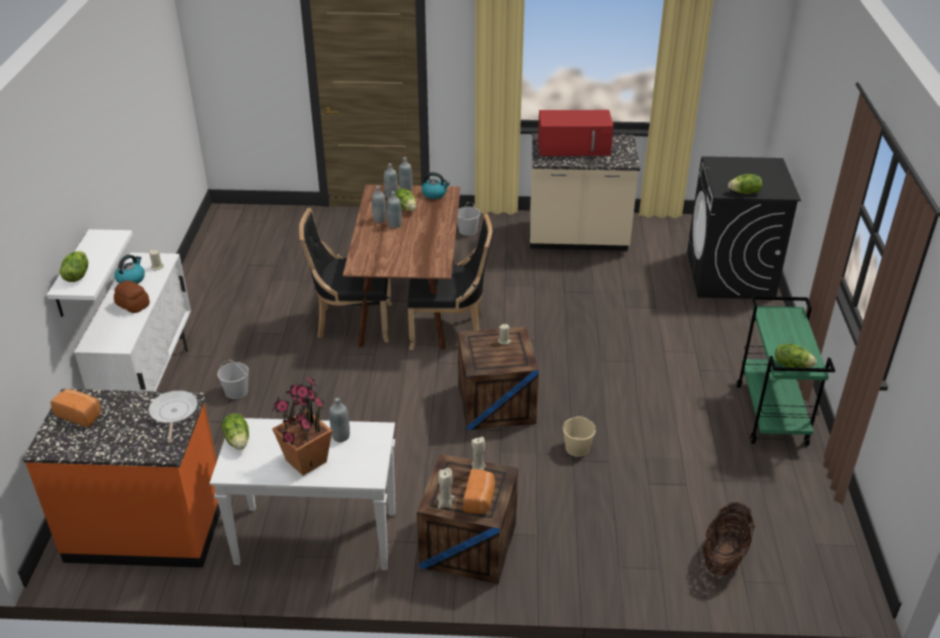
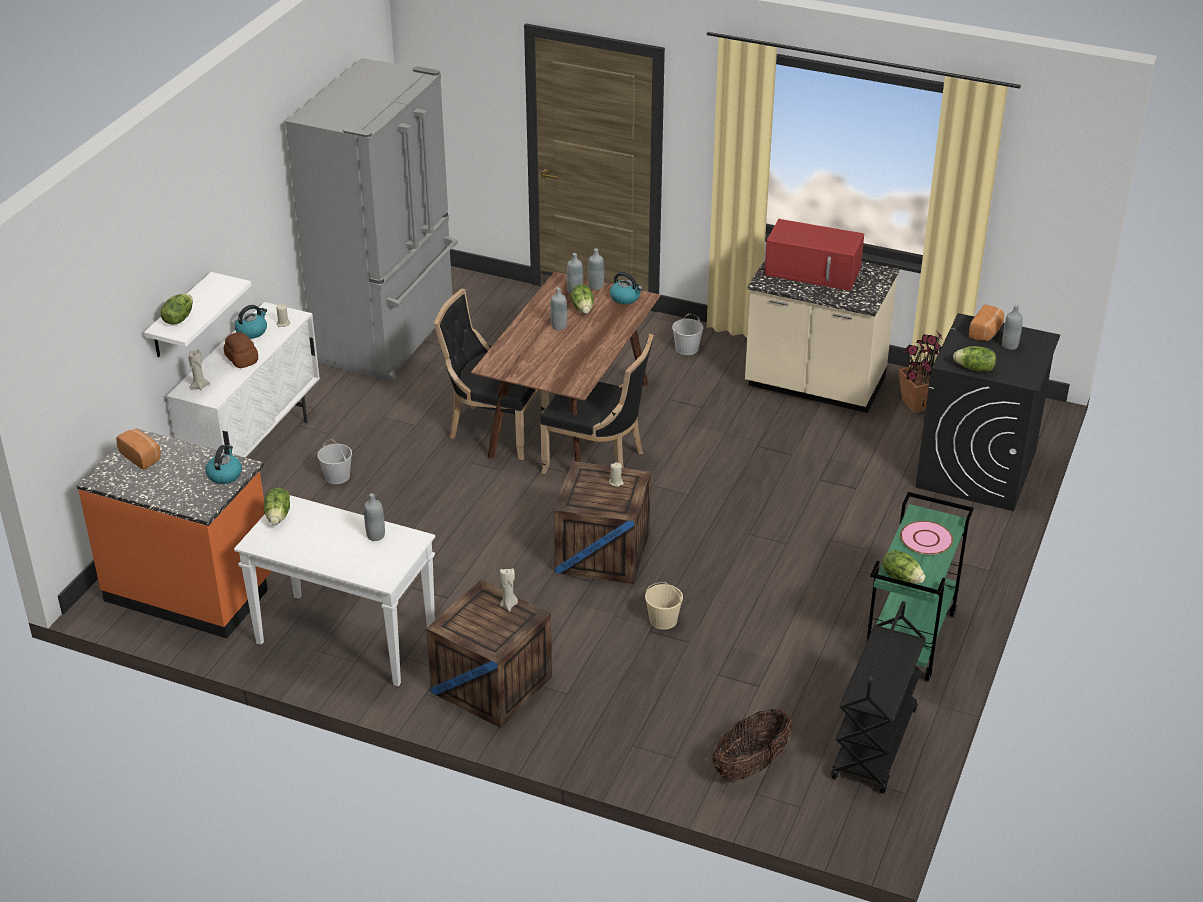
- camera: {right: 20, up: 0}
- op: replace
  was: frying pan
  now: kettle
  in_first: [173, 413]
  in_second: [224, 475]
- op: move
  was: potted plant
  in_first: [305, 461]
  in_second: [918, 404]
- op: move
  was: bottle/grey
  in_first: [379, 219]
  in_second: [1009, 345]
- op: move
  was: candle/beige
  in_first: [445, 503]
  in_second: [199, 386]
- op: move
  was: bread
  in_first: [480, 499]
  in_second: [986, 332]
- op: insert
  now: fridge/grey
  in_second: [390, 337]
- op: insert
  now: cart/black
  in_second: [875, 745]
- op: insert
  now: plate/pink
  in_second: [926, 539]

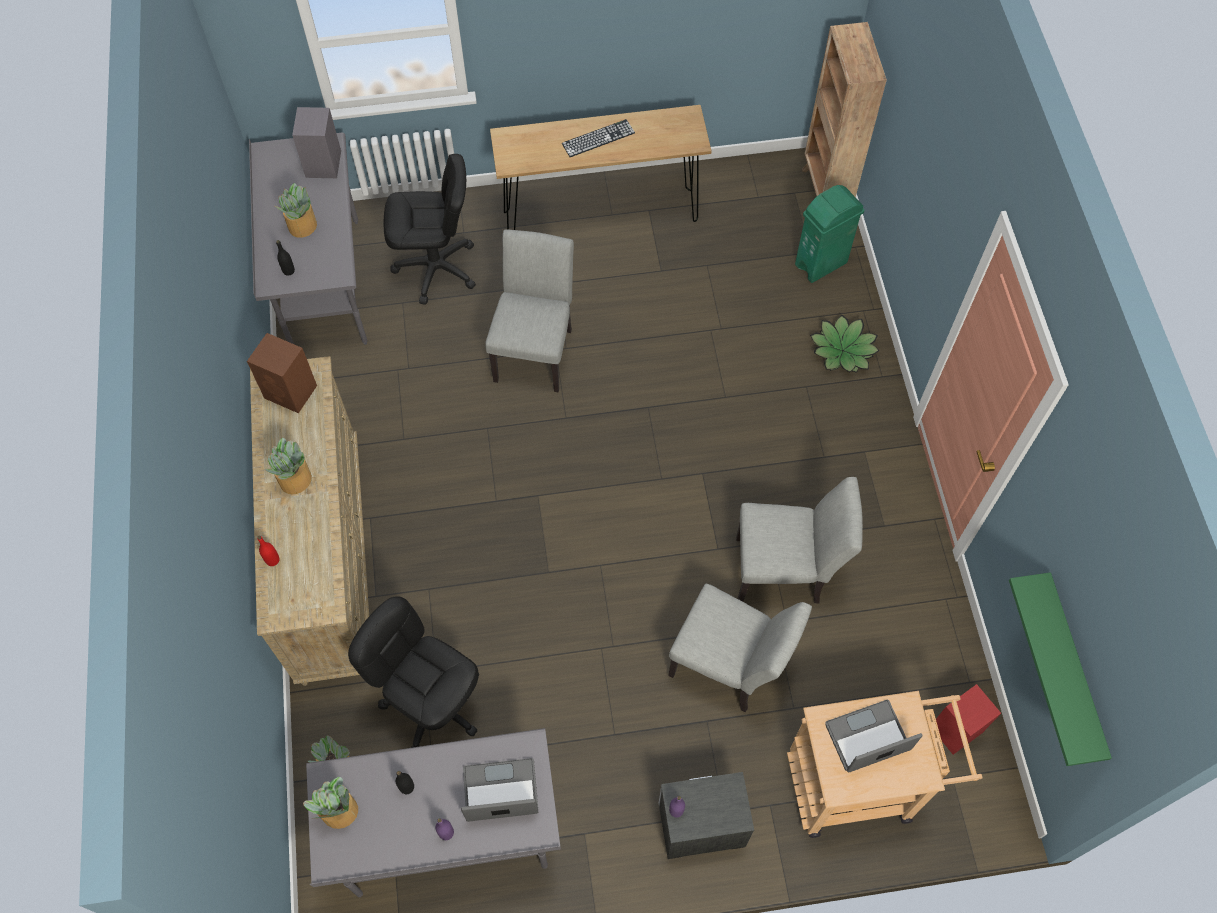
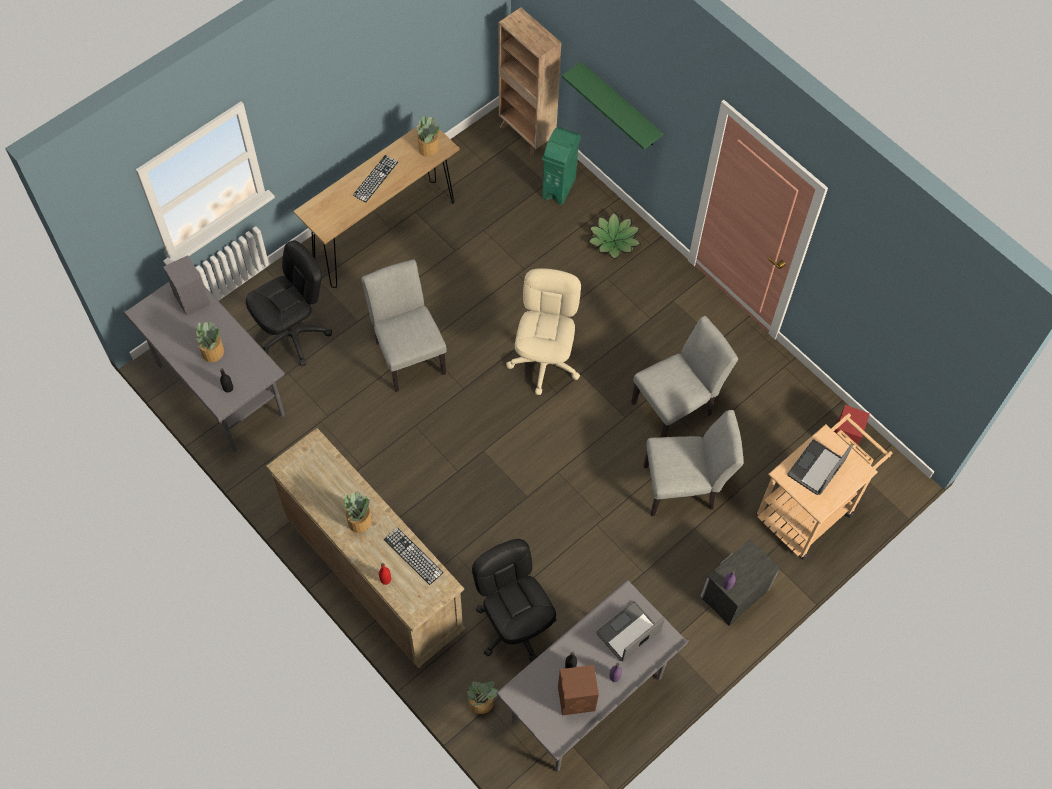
- camera: {right: -35, up: 0}
- op: move
  was: speaker/brown
  in_first: [291, 392]
  in_second: [577, 698]
- op: move
  was: potted plant
  in_first: [339, 811]
  in_second: [428, 148]
- op: rotate
  was: office chair/black
  in_first: [433, 703]
  in_second: [514, 625]
  clockwise: 60
- op: move
  was: shelf/green
  in_first: [1072, 669]
  in_second: [620, 106]
- op: insert
  now: keyboard
  in_second: [413, 556]
- op: insert
  now: office chair/beige
  in_second: [545, 362]

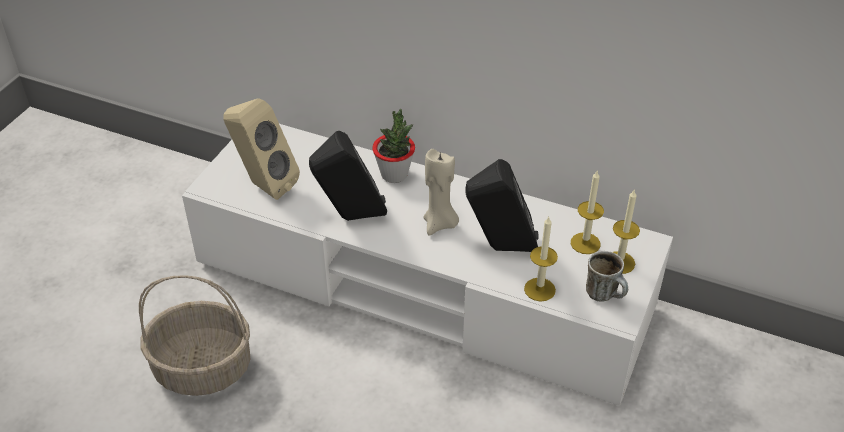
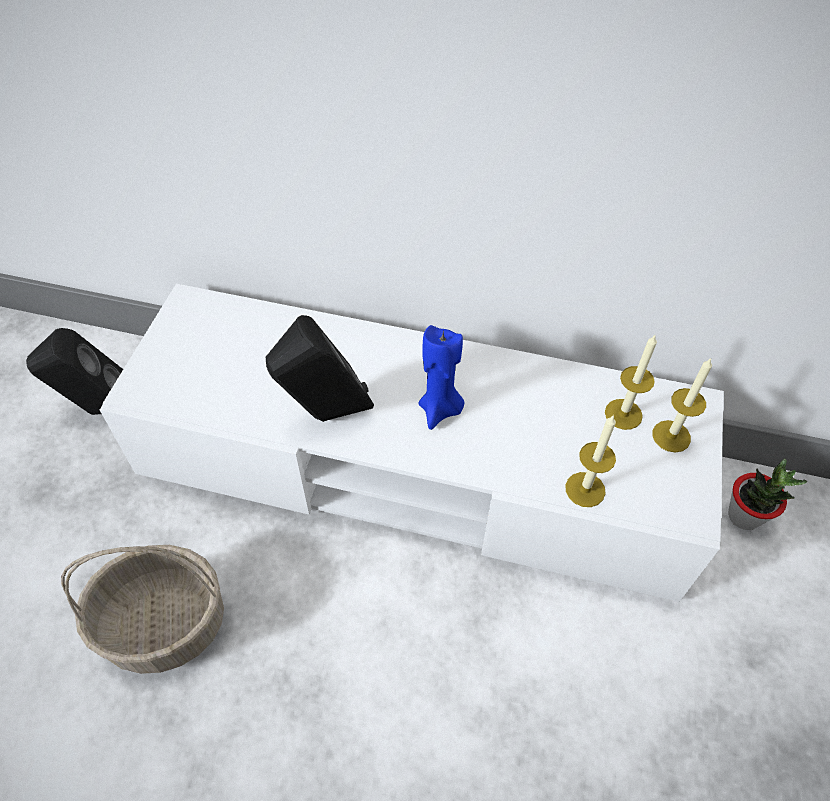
- camera: {right: -10, up: 10}
- op: delete
  was: speaker/beige
  in_first: [263, 185]
- op: move
  was: potted plant
  in_first: [394, 174]
  in_second: [744, 516]
- op: recolor
  was: candle/beige
  now: candle/blue
  in_first: [440, 224]
  in_second: [440, 410]
- op: move
  was: speaker/black
  in_first: [499, 248]
  in_second: [100, 410]
- op: delete
  was: mug
  in_first: [605, 295]

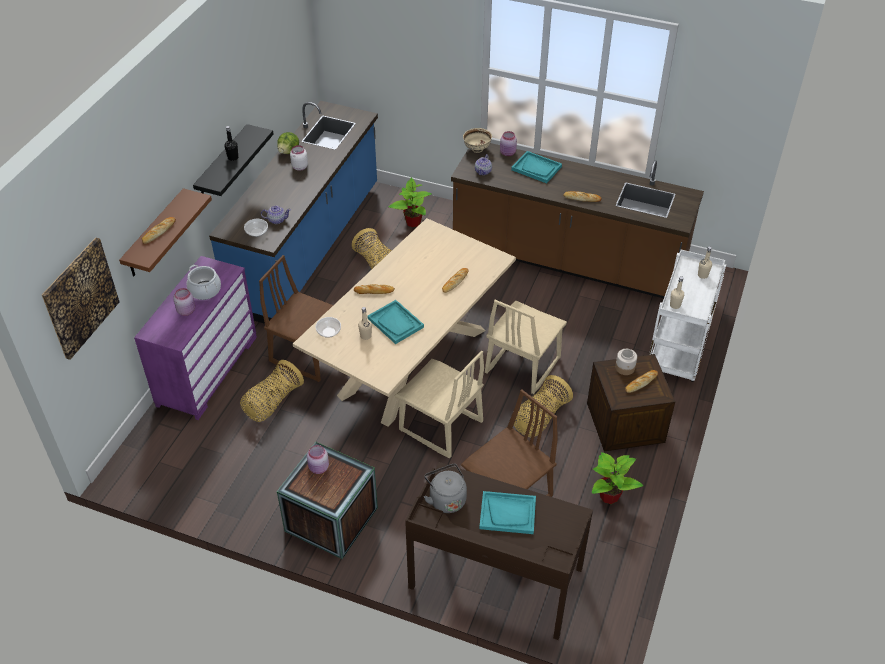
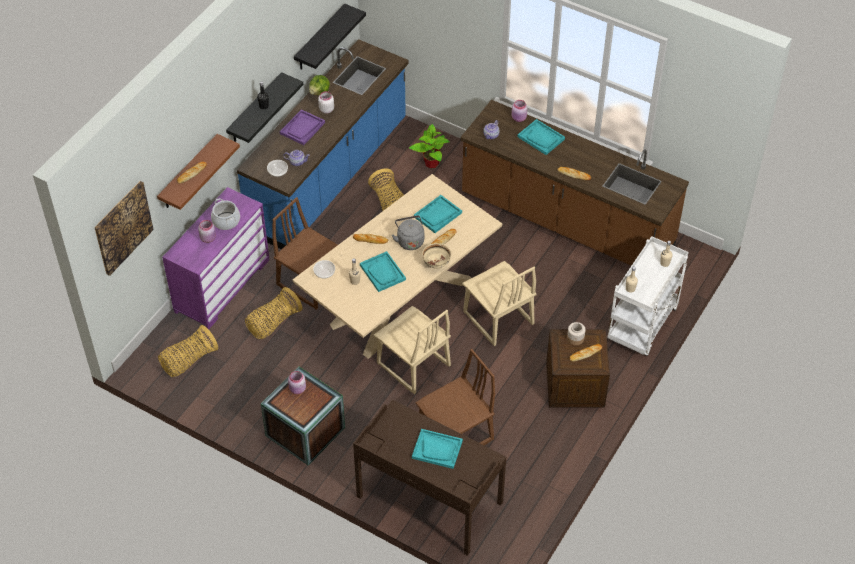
- camera: {right: 10, up: 5}
- op: move
  was: kettle/grey
  in_first: [446, 499]
  in_second: [409, 240]
- op: move
  was: bowl/beige
  in_first: [477, 150]
  in_second: [436, 264]
- op: rotate
  was: chair/beige
  in_first: [522, 365]
  in_second: [498, 319]
  clockwise: -75
- op: move
  was: basket
  in_first: [539, 418]
  in_second: [188, 361]
- op: delete
  was: potted plant
  in_first: [609, 496]
- op: insert
  now: tray/purple
  in_second: [302, 128]
- op: insert
  now: shelf/black
  in_second: [320, 38]
- op: insert
  now: tray/turquoise
  in_second: [437, 215]

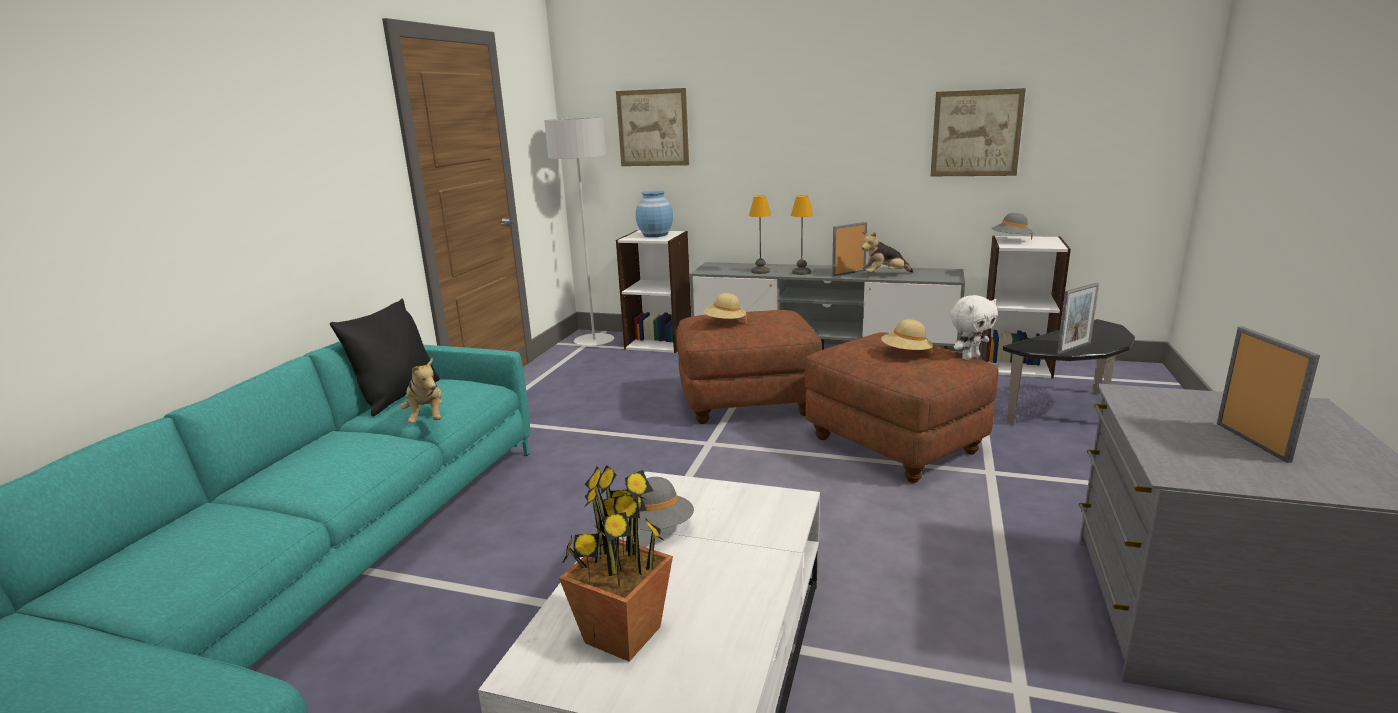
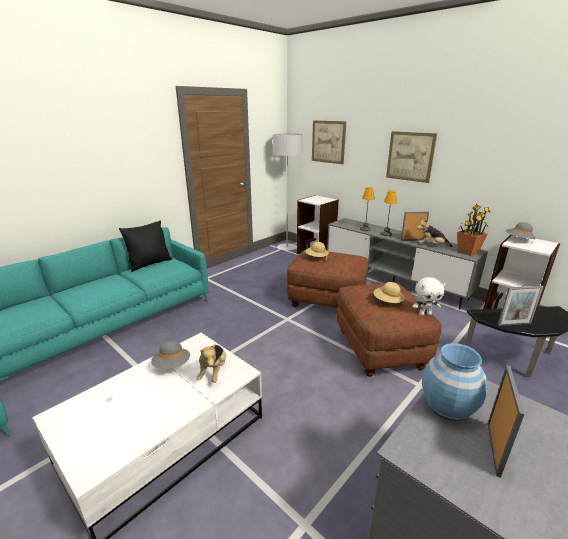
- camera: {right: 25, up: 5}
- op: move
  was: plush toy
  in_first: [427, 418]
  in_second: [213, 372]
- op: move
  was: potted plant
  in_first: [622, 634]
  in_second: [467, 252]
- op: move
  was: vase/blue
  in_first: [655, 235]
  in_second: [447, 406]
- op: move
  was: picture
  in_first: [976, 133]
  in_second: [410, 156]

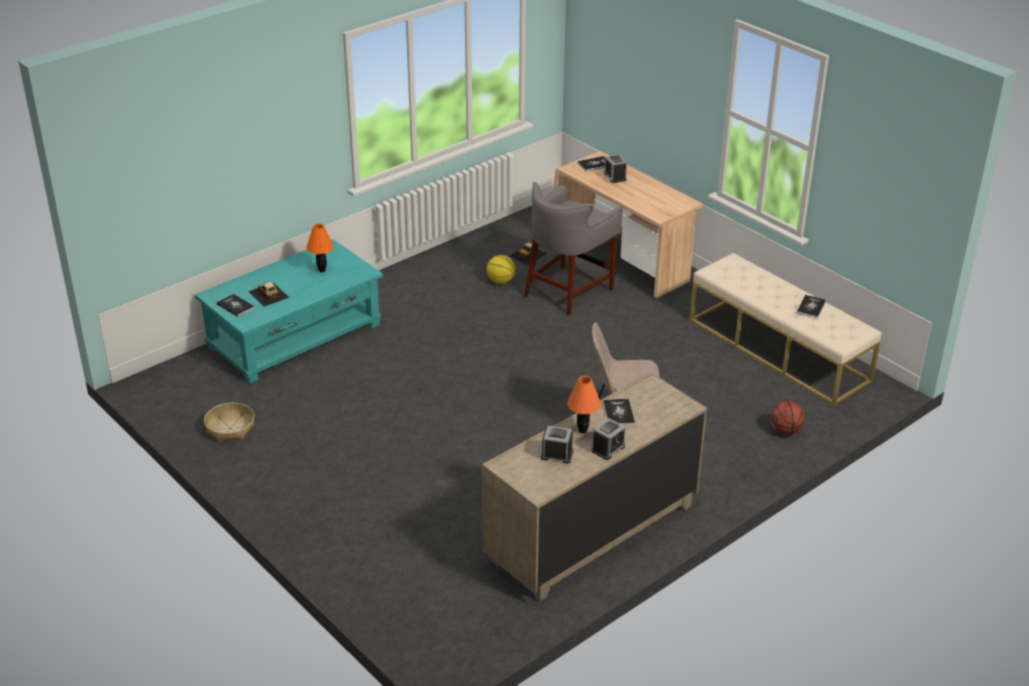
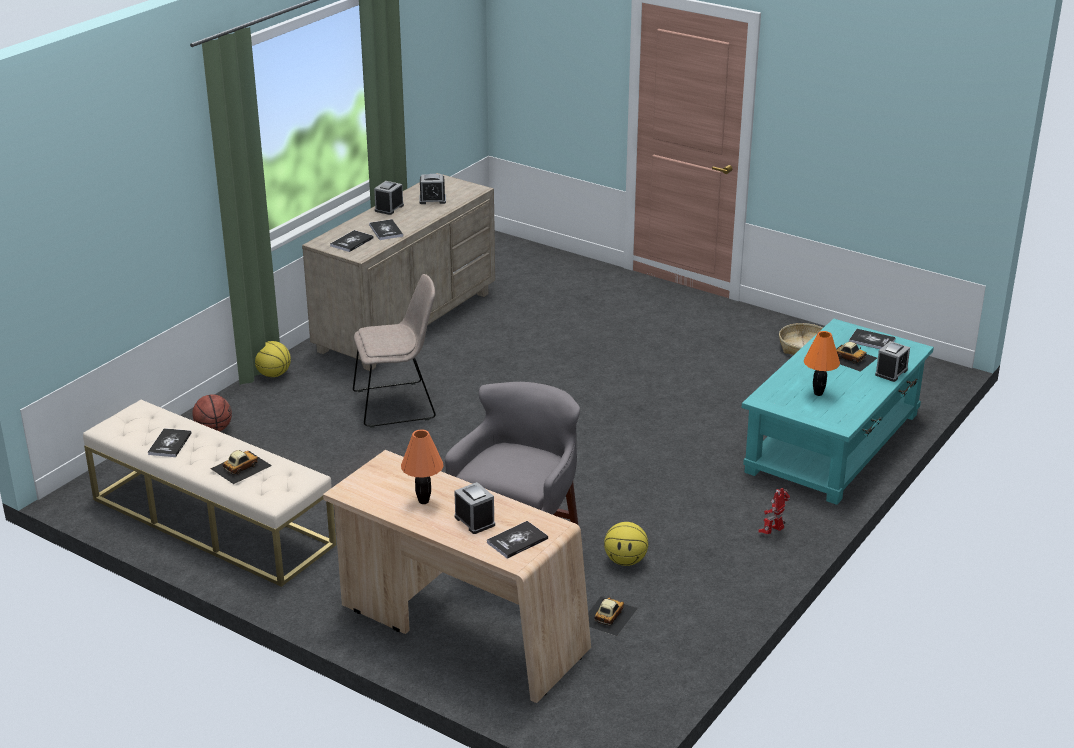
- camera: {right: 165, up: -5}
- op: move
  was: table lamp/orange
  in_first: [583, 430]
  in_second: [423, 501]
- op: insert
  now: toy car
  in_second: [240, 467]
- op: insert
  now: basketball
  in_second: [273, 374]
- op: insert
  now: book
  in_second: [352, 242]
- op: insert
  now: toy robot
  in_second: [772, 532]
- op: insert
  now: alarm clock
  in_second: [891, 372]

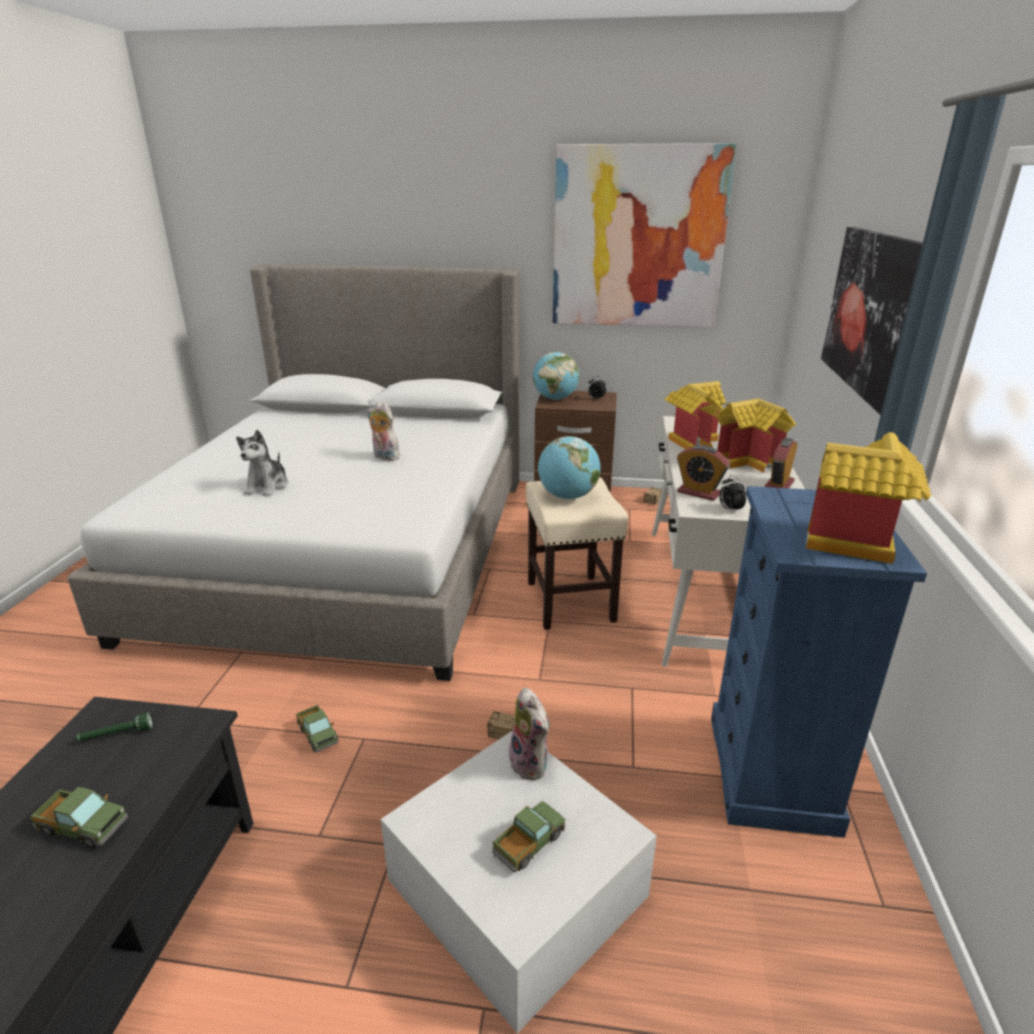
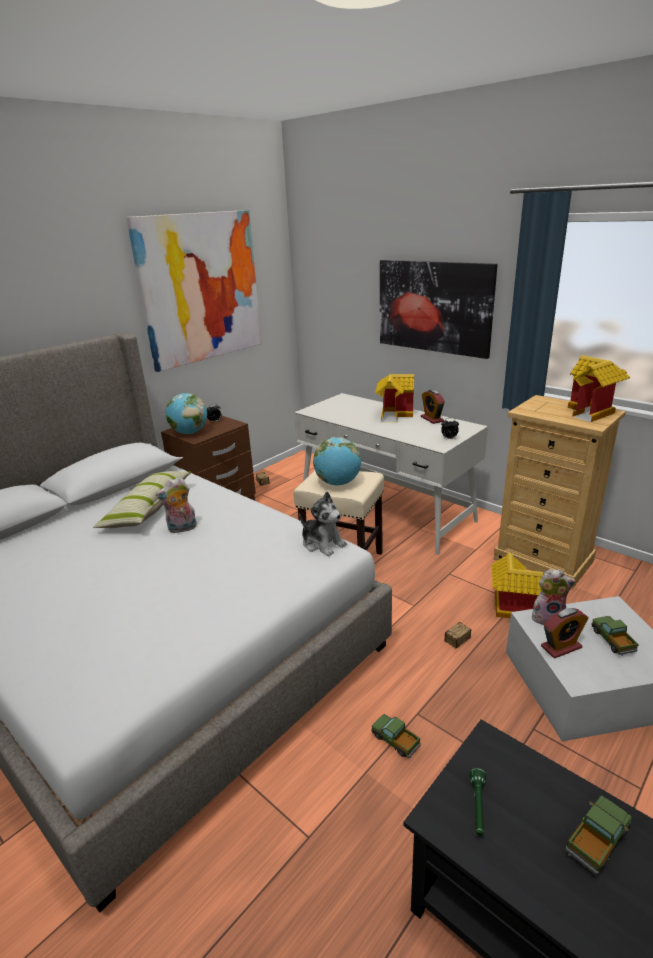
- camera: {right: -55, up: 0}
- op: move
  was: plush toy
  in_first: [268, 486]
  in_second: [322, 543]
- op: rotate
  was: toy truck
  in_first: [318, 735]
  in_second: [395, 740]
  clockwise: -135
- op: move
  was: toy house
  in_first: [691, 441]
  in_second: [509, 608]
- op: move
  was: alarm clock
  in_first: [698, 493]
  in_second: [561, 647]
- op: recolor
  was: dresser/blue
  now: dresser/beige
  in_first: [772, 773]
  in_second: [544, 560]
- op: insert
  now: pillow
  in_second: [148, 509]

